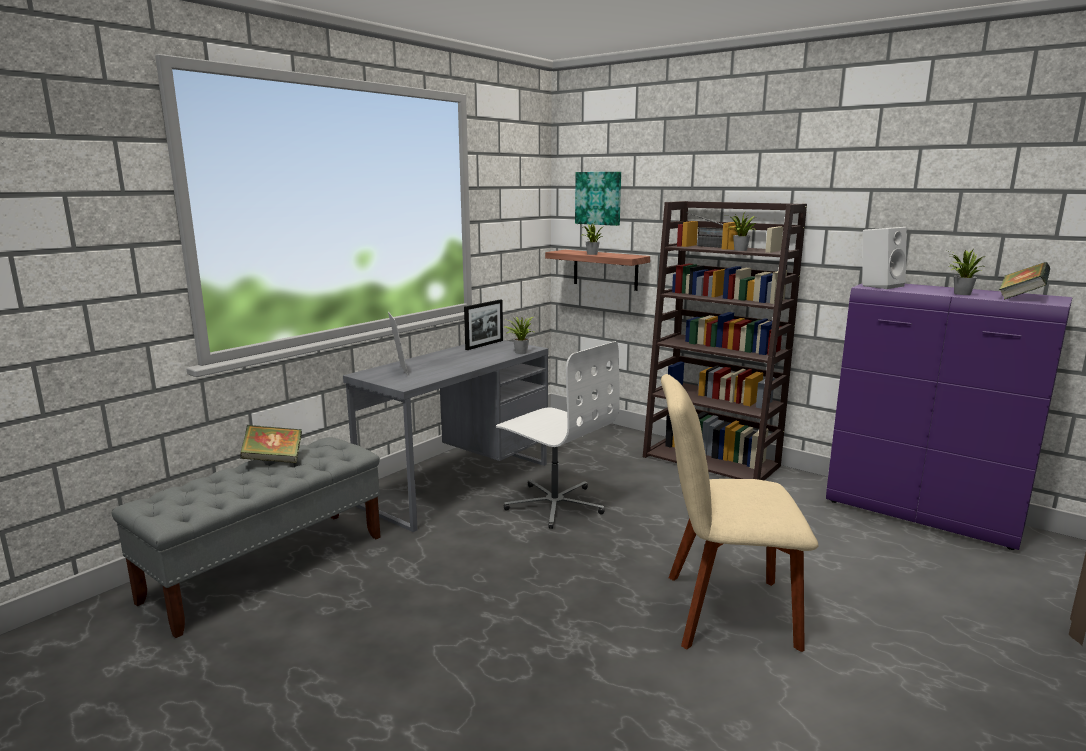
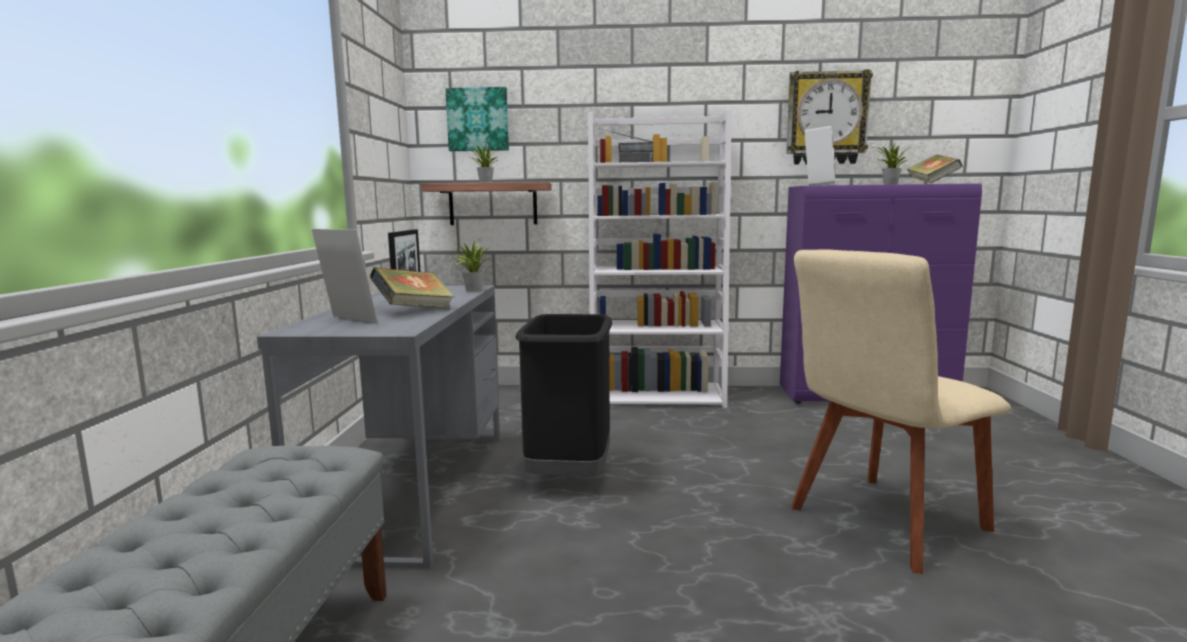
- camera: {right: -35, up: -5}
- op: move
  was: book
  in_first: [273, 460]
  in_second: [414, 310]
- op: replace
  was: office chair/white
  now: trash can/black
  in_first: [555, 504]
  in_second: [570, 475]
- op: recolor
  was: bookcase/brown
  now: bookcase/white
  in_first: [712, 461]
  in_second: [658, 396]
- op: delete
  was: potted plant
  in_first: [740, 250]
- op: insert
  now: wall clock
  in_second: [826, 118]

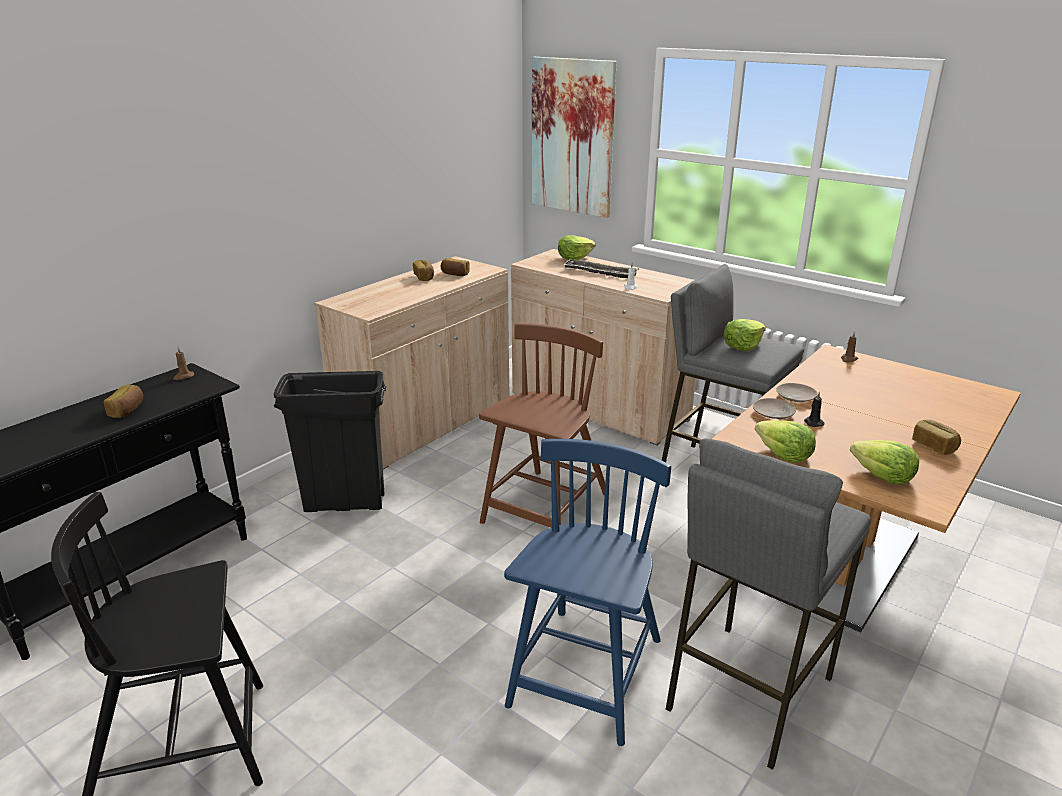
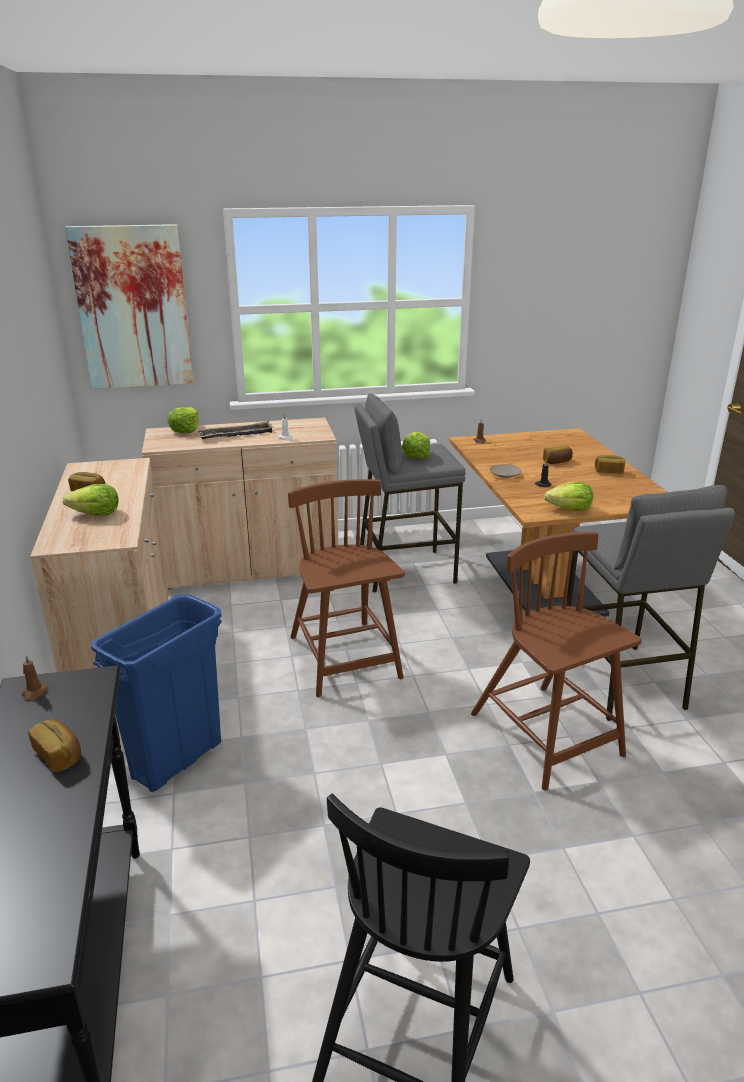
- camera: {right: -50, up: 0}
- op: recolor
  was: trash can/black
  now: trash can/blue
  in_first: [345, 503]
  in_second: [178, 759]
- op: move
  was: bread
  in_first: [455, 274]
  in_second: [557, 462]
- op: recolor
  was: chair/blue
  now: chair/brown
  in_first: [586, 675]
  in_second: [547, 736]
- op: delete
  was: plate/beige
  in_first: [774, 413]
- op: move
  was: lettuce
  in_first: [882, 476]
  in_second: [96, 514]

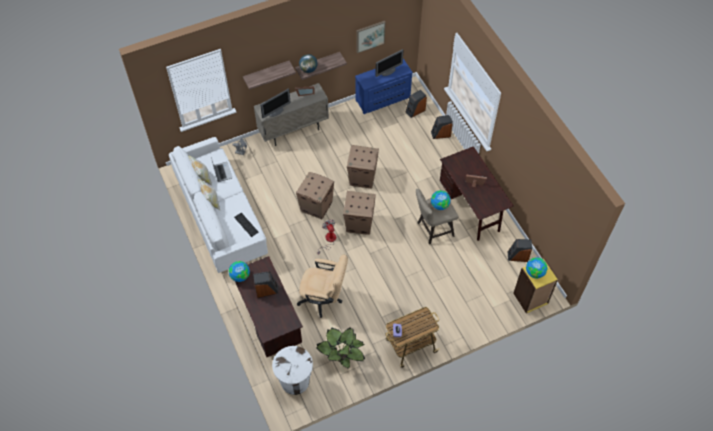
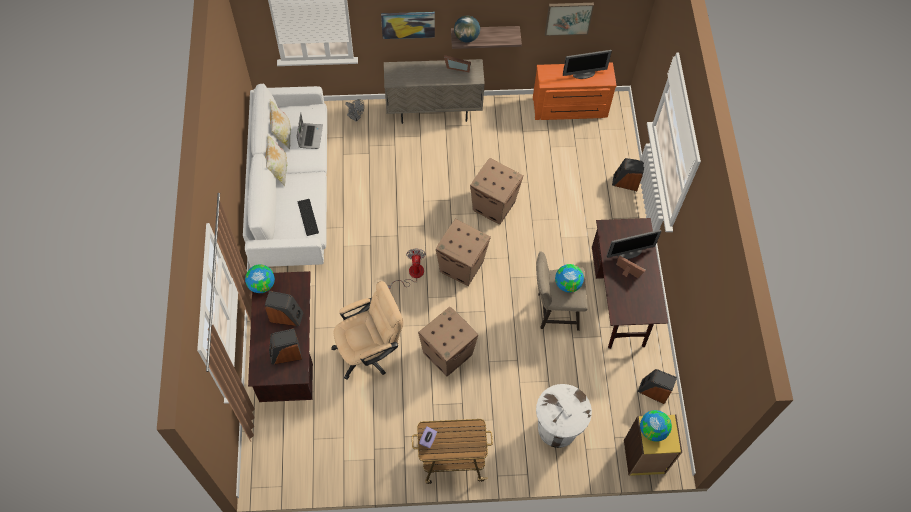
- camera: {right: 20, up: 5}
- op: replace
  was: shelf
  now: picture
  in_first: [266, 73]
  in_second: [408, 24]
- op: move
  was: monitor
  in_first: [276, 112]
  in_second: [629, 253]
- op: move
  was: trash can/white
  in_first: [295, 381]
  in_second: [557, 428]
- op: move
  was: cardboard box
  in_first: [316, 206]
  in_second: [448, 353]
- op: rotate
  was: office chair/beige
  in_first: [324, 299]
  in_second: [370, 351]
  clockwise: -60
- op: delete
  was: potted plant
  in_first: [342, 356]
- op: recolor
  was: dresser/blue
  now: dresser/orange
  in_first: [383, 99]
  in_second: [570, 109]
- op: move
  was: speaker
  in_first: [415, 111]
  in_second: [285, 354]

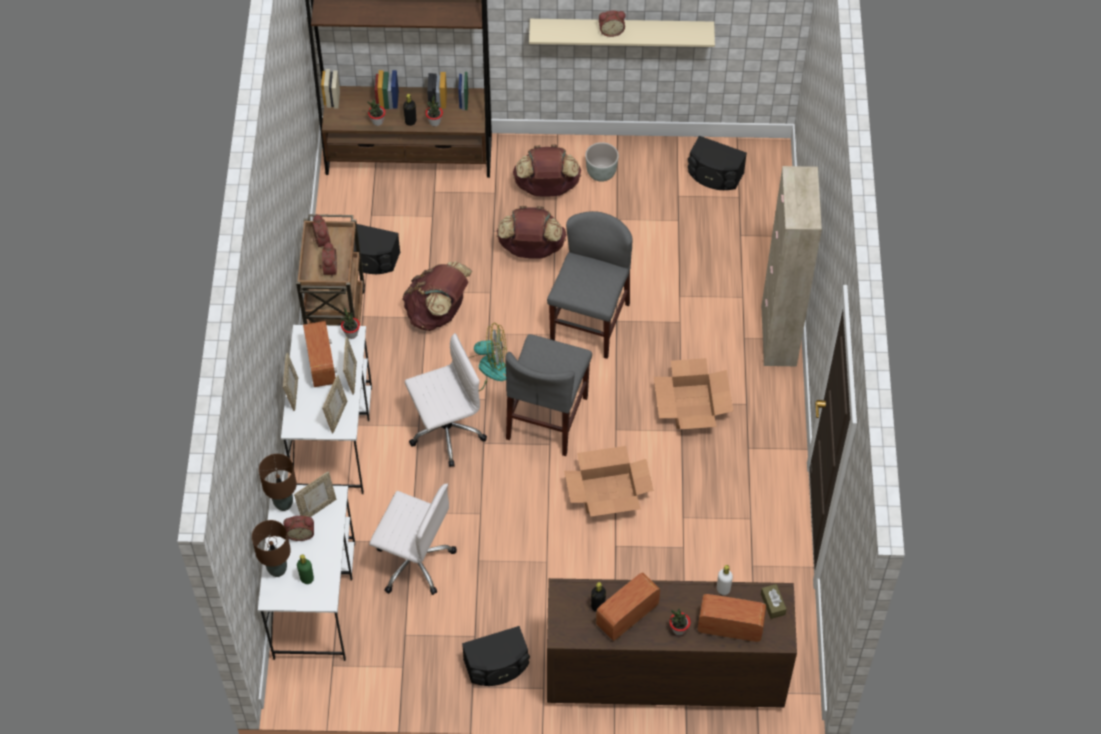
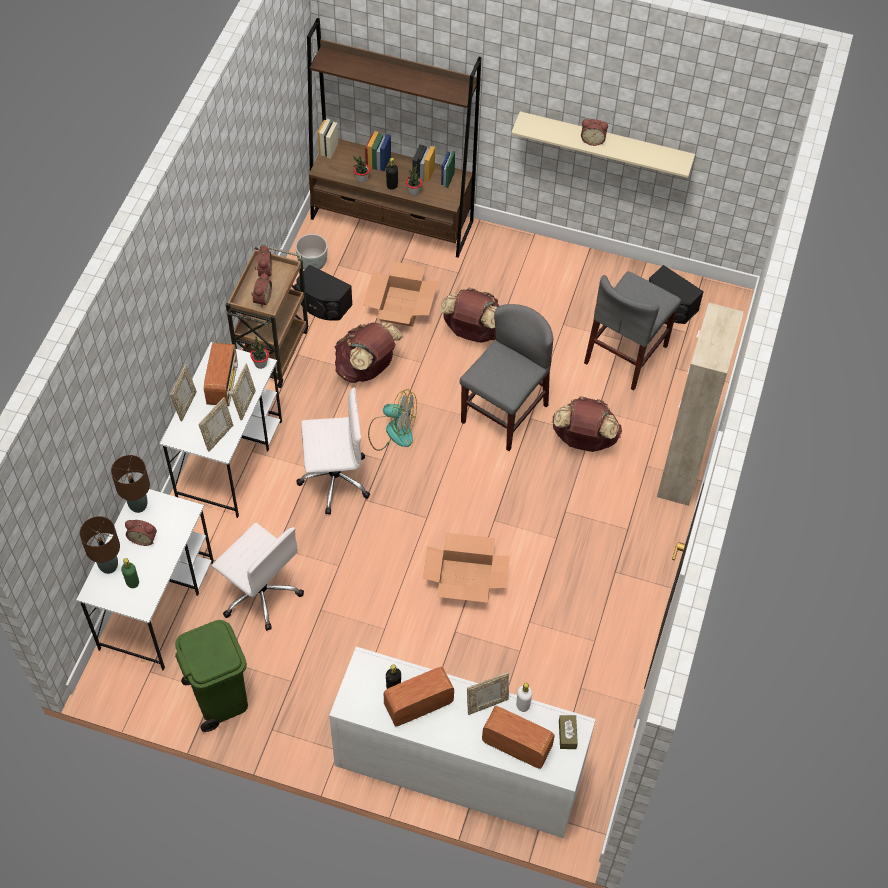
- camera: {right: 15, up: 0}
- op: move
  was: picture frame
  in_first: [317, 508]
  in_second: [487, 703]
- op: delete
  was: speaker/black
  in_first: [497, 666]
- op: move
  was: chair/grey
  in_first: [547, 417]
  in_second: [626, 354]
- op: move
  was: backpack/brown
  in_first: [547, 188]
  in_second: [584, 440]
- op: recolor
  was: dresser/brown
  now: dresser/white
  in_first: [663, 674]
  in_second: [457, 770]
- op: move
  was: planter/grey
  in_first: [601, 173]
  in_second: [313, 264]
- op: move
  was: cardboard box
  in_first: [691, 406]
  in_second: [400, 306]
- op: delete
  was: potted plant
  in_first: [678, 629]
- op: insert
  now: trash can/green
  in_second: [219, 697]

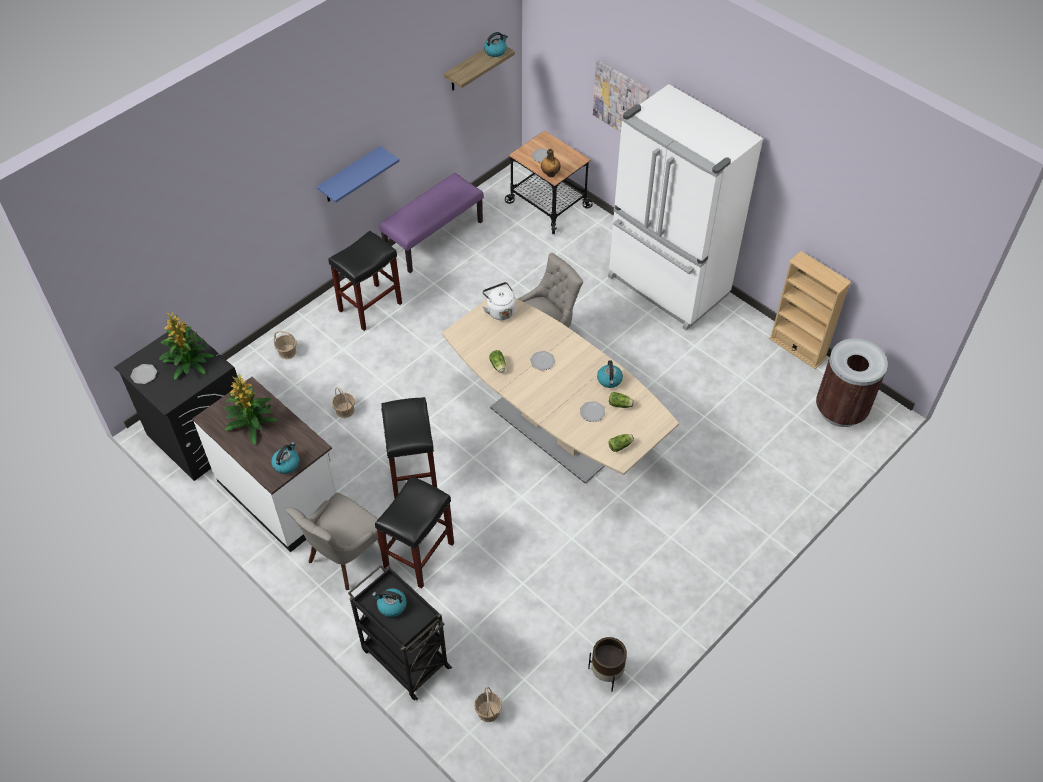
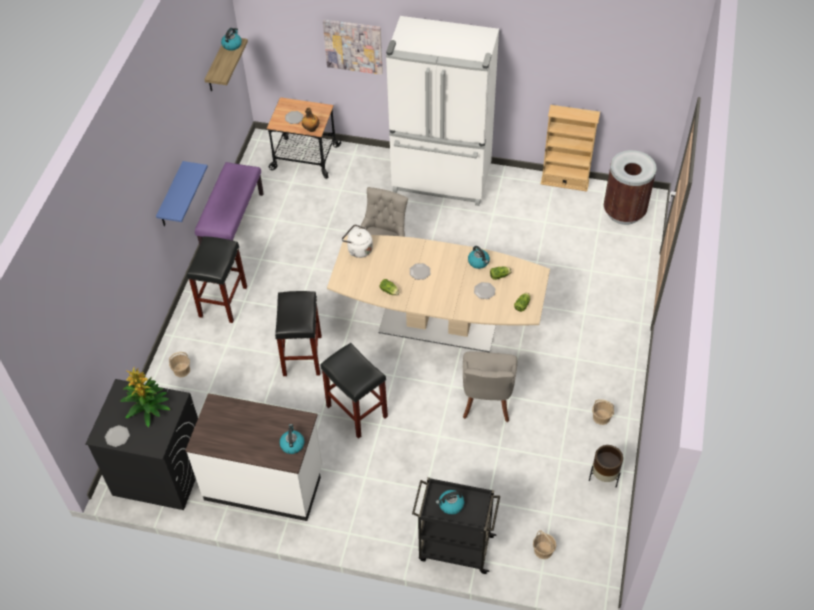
- camera: {right: -30, up: 0}
- op: delete
  was: potted plant
  in_first: [252, 423]
- op: move
  was: chair/grey
  in_first: [344, 558]
  in_second: [487, 402]
- op: move
  was: basket
  in_first: [345, 410]
  in_second: [601, 417]
- op: move
  was: stool/black
  in_first: [419, 554]
  in_second: [302, 355]

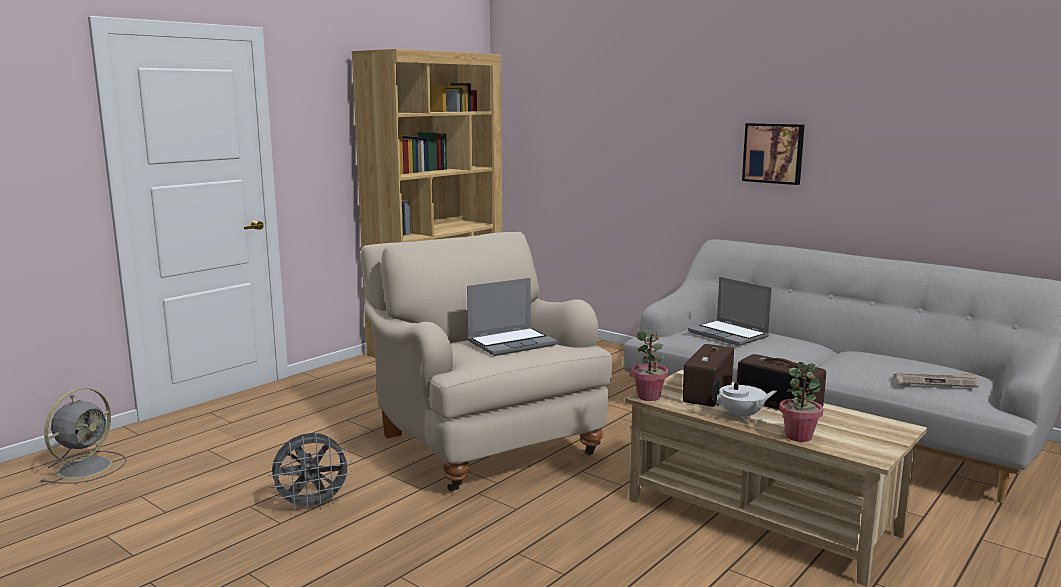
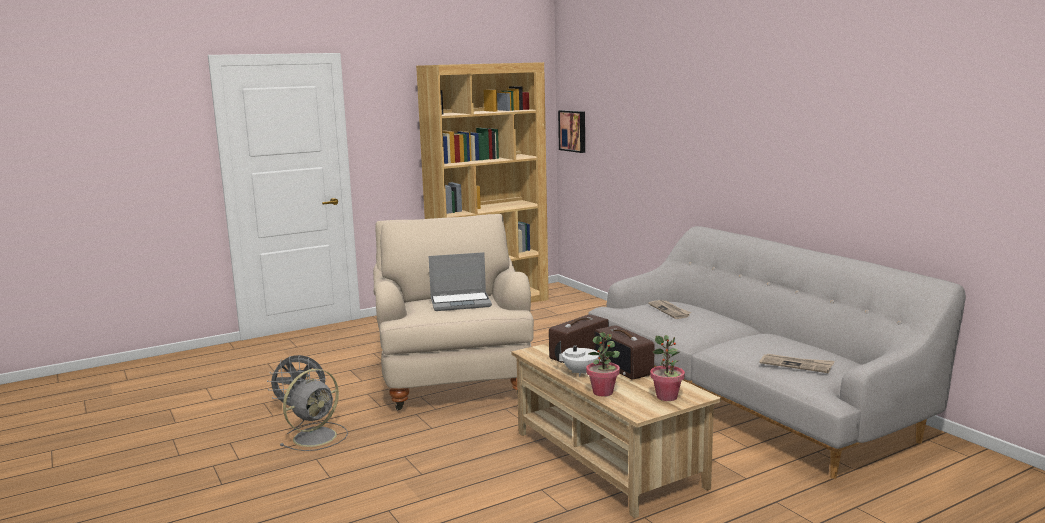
- camera: {right: 20, up: 0}
- op: move
  was: fan/grey
  in_first: [87, 467]
  in_second: [316, 436]
- op: move
  was: potted plant
  in_first: [649, 397]
  in_second: [667, 397]
- op: replace
  was: laptop
  now: newspaper
  in_first: [729, 335]
  in_second: [670, 311]
- op: move
  was: picture
  in_first: [773, 153]
  in_second: [573, 131]

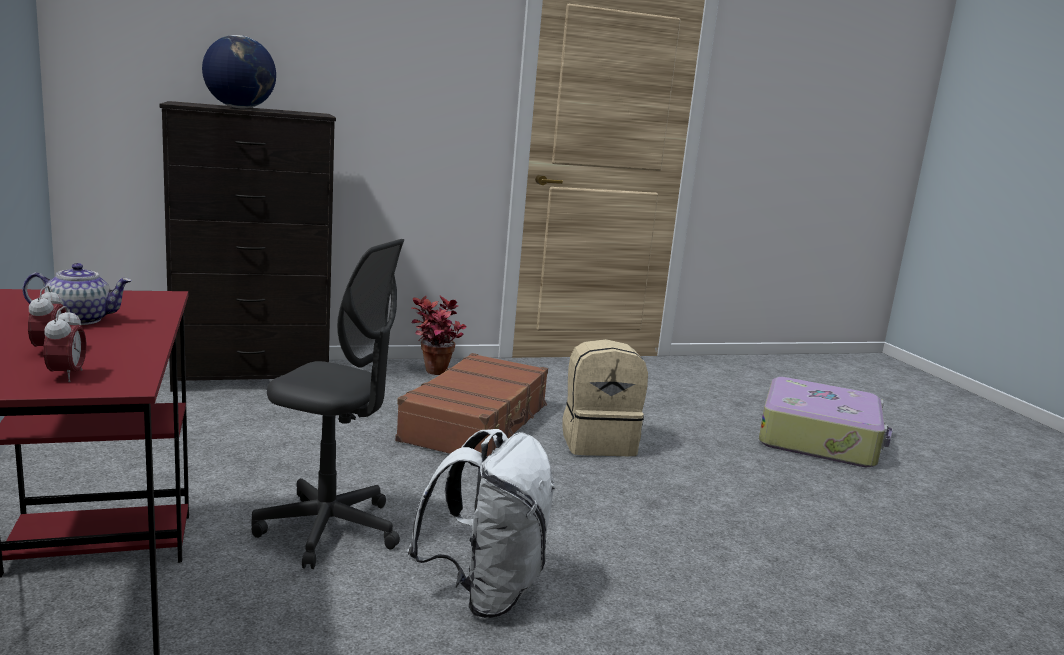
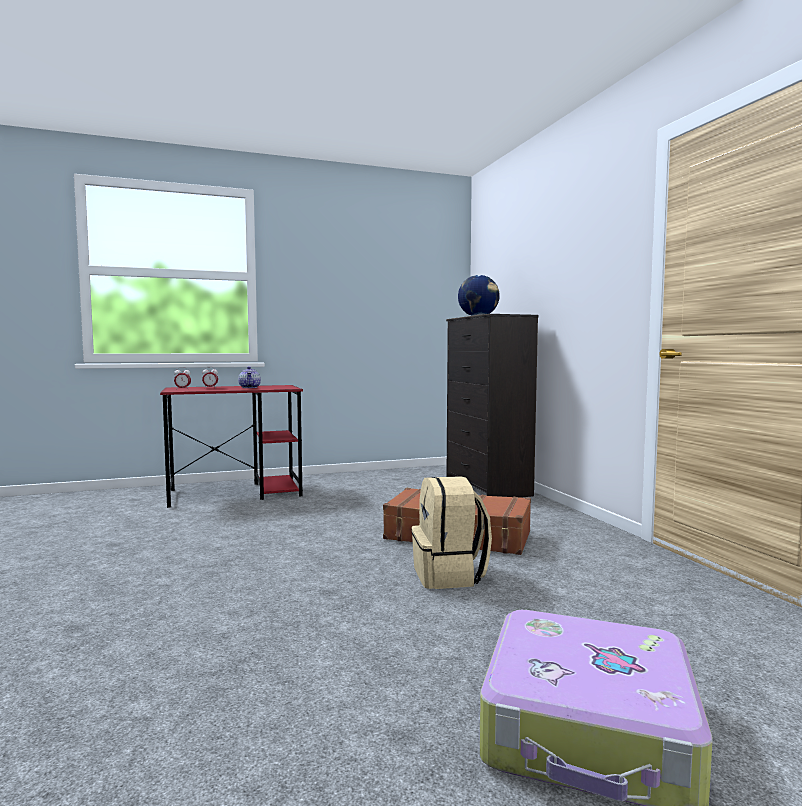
- camera: {right: 90, up: -10}
- op: delete
  was: office chair/grey
  in_first: [329, 530]
- op: delete
  was: backpack/white
  in_first: [485, 592]
- op: delete
  was: potted plant
  in_first: [434, 374]

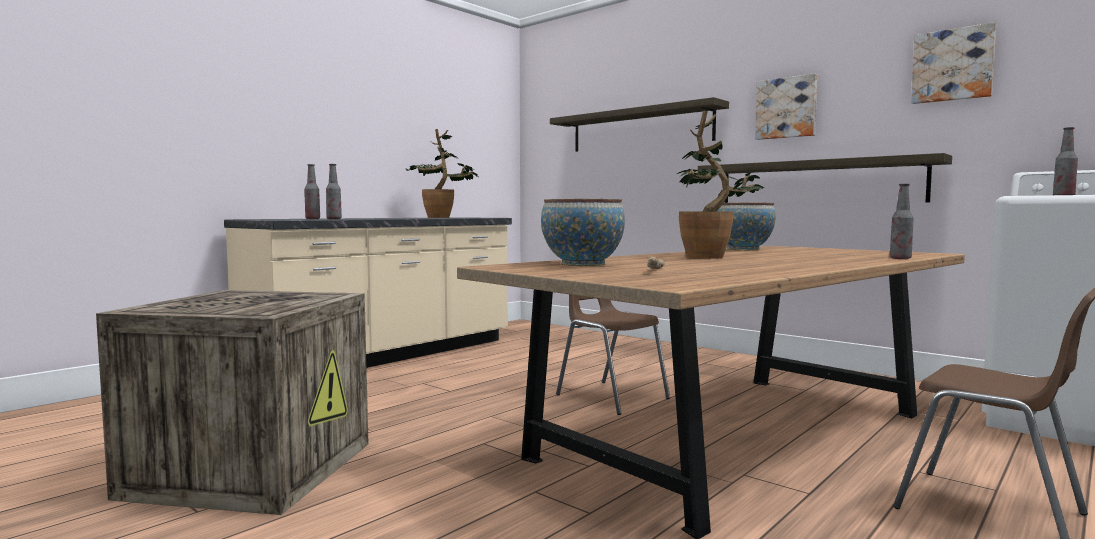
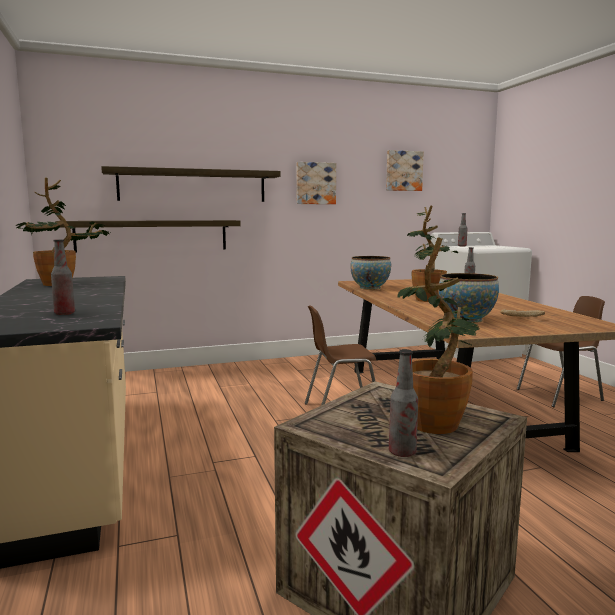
- camera: {right: -60, up: 5}
- op: move
  was: bottle
  in_first: [334, 219]
  in_second: [402, 452]
- op: move
  was: shelf
  in_first: [817, 182]
  in_second: [152, 235]
- op: insert
  now: potted plant
  in_second: [440, 421]

